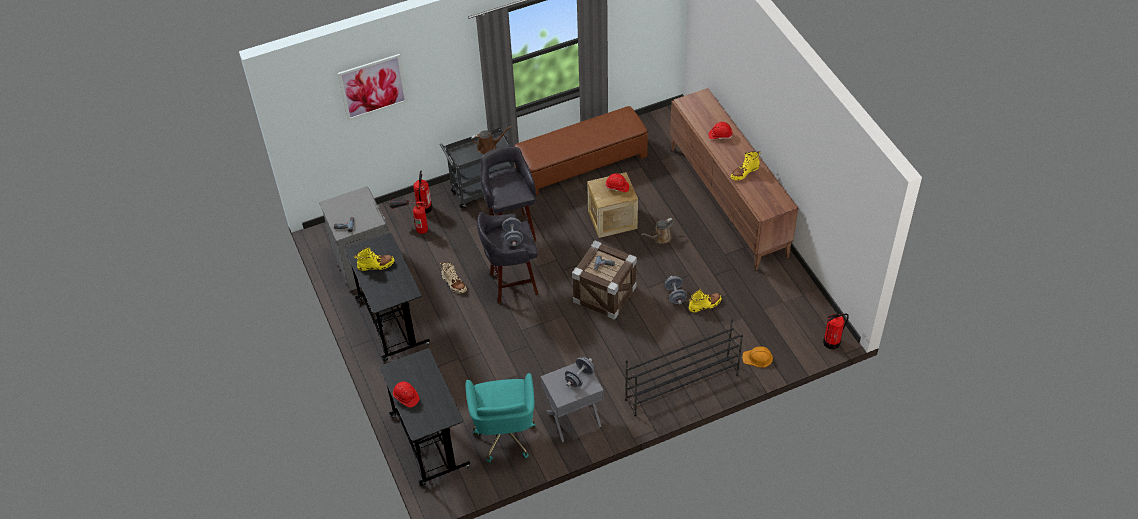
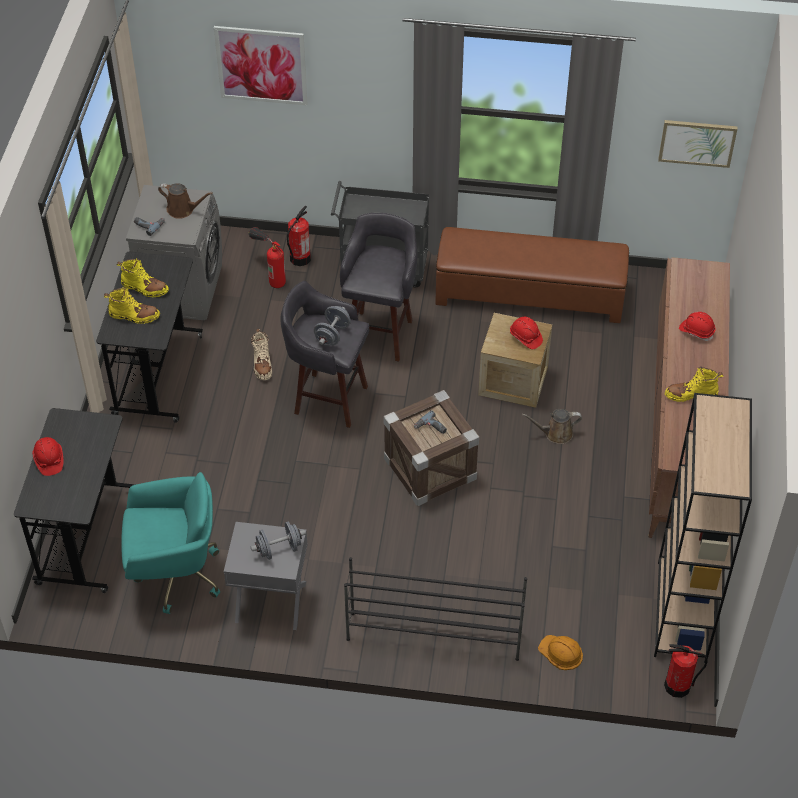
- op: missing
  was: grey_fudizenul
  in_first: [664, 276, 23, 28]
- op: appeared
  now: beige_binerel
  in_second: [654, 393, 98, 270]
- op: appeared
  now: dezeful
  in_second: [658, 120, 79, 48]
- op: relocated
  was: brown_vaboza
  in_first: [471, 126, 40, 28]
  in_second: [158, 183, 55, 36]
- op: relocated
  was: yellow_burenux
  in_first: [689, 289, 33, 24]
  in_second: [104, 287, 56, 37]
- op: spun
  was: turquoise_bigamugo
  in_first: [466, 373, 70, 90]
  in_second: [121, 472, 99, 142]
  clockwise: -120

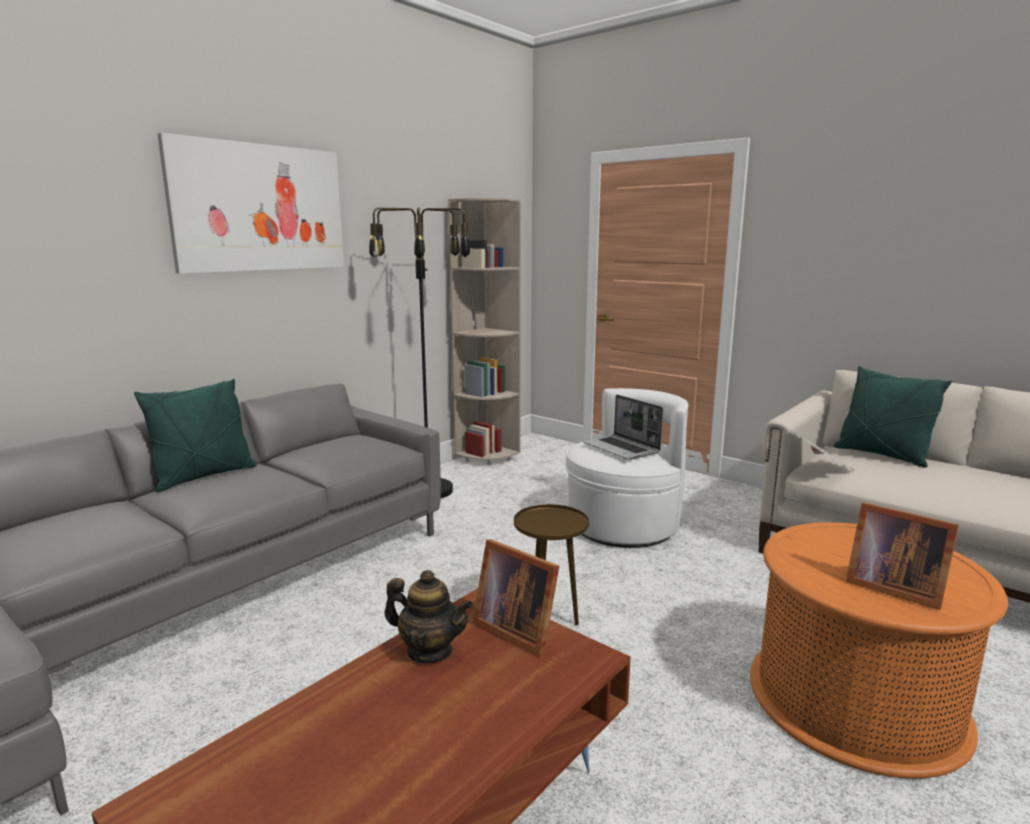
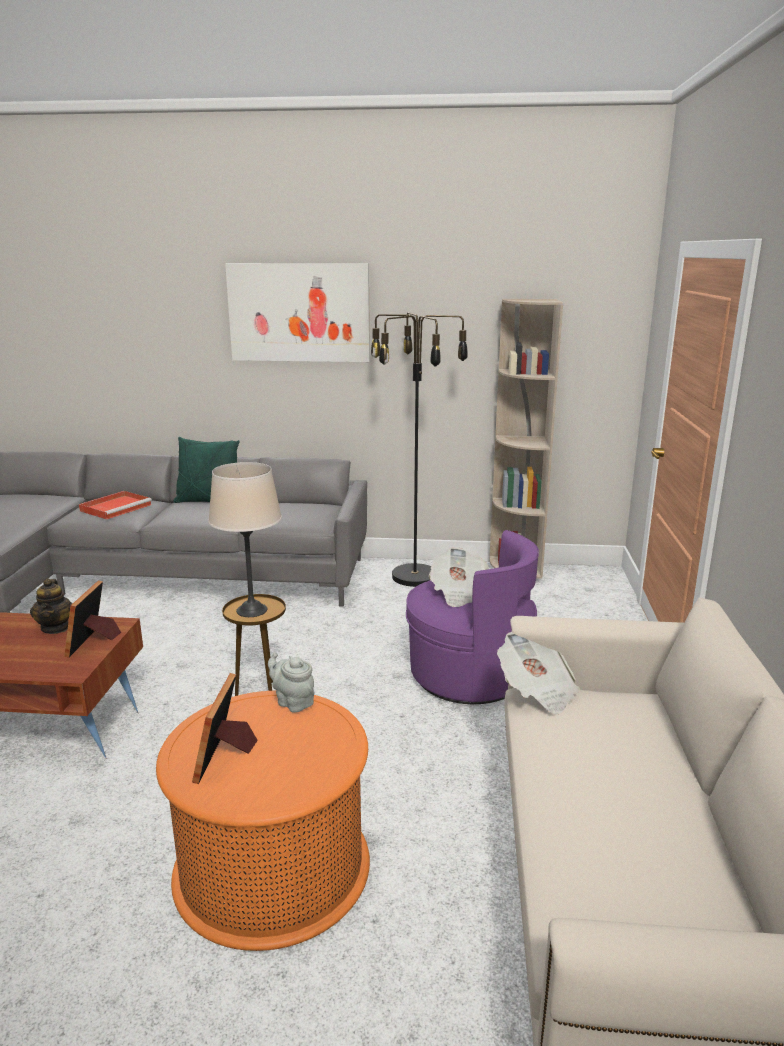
- op: missing
  was: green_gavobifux
  in_first: [834, 366, 118, 102]
- op: appeared
  now: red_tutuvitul
  in_second: [79, 491, 73, 28]
- op: appeared
  now: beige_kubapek
  in_second: [208, 462, 74, 155]
- op: appeared
  now: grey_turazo
  in_second: [268, 652, 47, 61]
- op: exchanged
  was: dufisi
  now: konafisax
  in_first: [583, 395, 80, 65]
  in_second: [429, 547, 60, 60]
- op: colour
  was: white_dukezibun
  now: purple_dukezibun
  in_first: [565, 388, 124, 160]
  in_second: [406, 530, 133, 174]

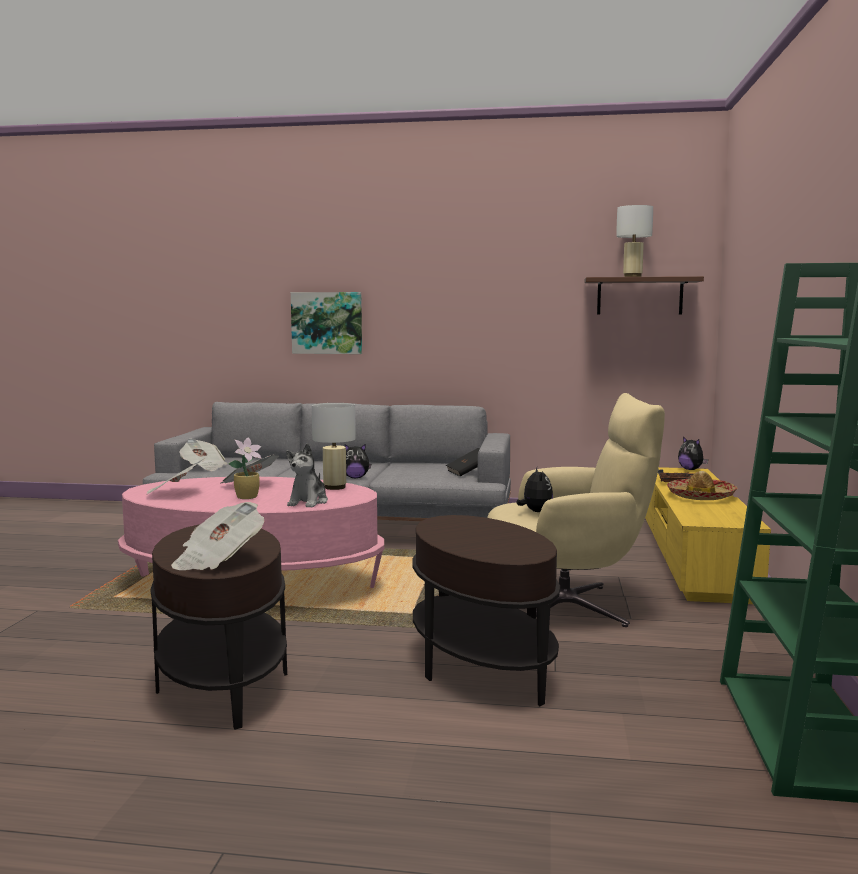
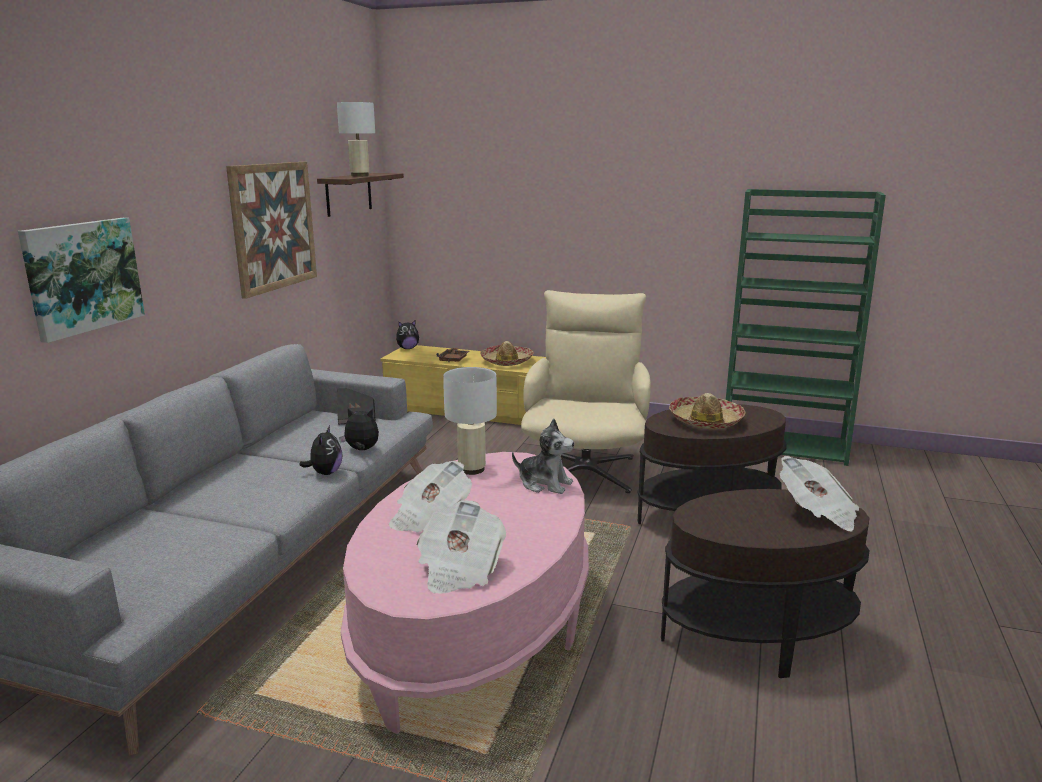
- op: missing
  was: konafisax
  in_first: [179, 438, 48, 33]
- op: missing
  was: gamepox
  in_first: [228, 437, 34, 62]
- op: appeared
  now: dezeful
  in_second: [226, 162, 91, 137]
- op: appeared
  now: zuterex
  in_second: [669, 393, 77, 36]
- op: relocated
  was: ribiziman
  in_first: [517, 468, 36, 44]
  in_second: [339, 408, 40, 42]

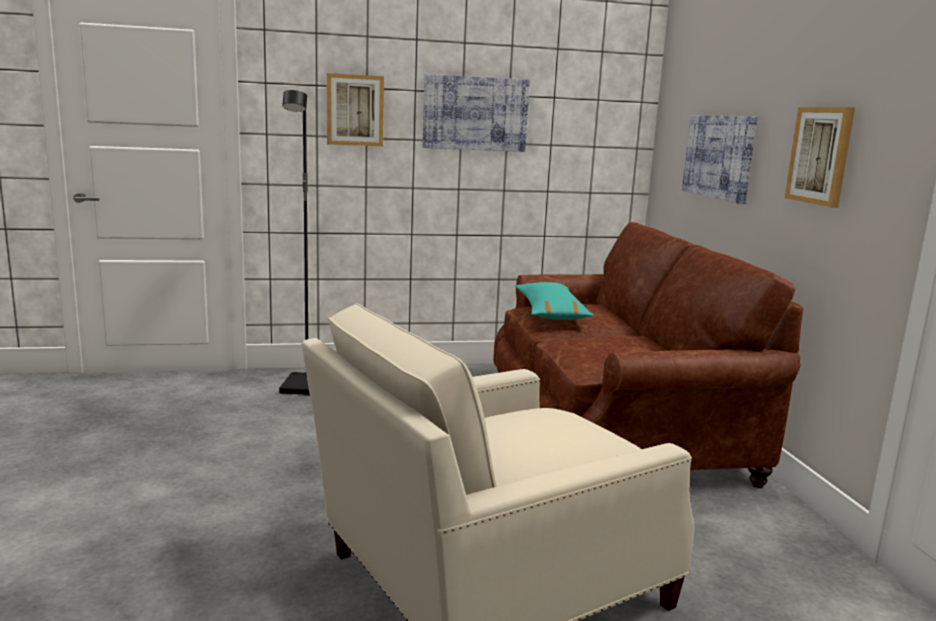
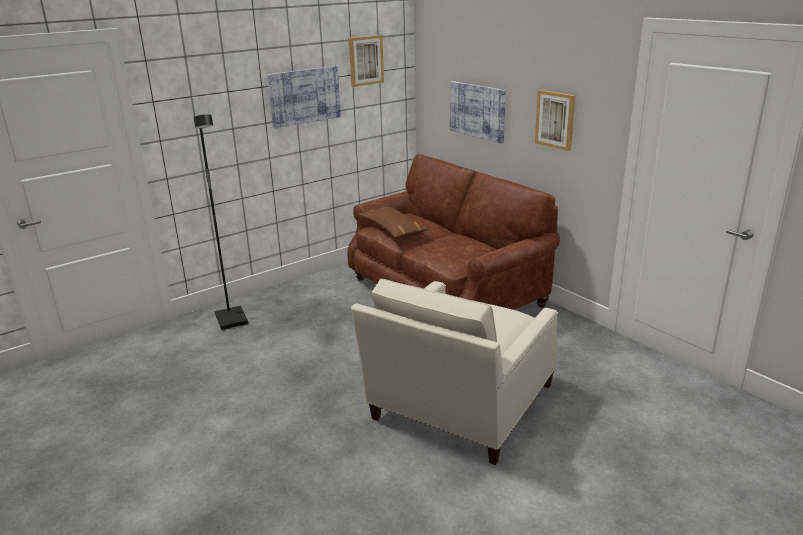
- op: relocated
  was: dezeful
  in_first: [327, 73, 57, 73]
  in_second: [349, 35, 35, 52]
- op: colour
  was: turquoise_gavobifux
  now: brown_gavobifux
  in_first: [515, 282, 78, 38]
  in_second: [359, 207, 70, 31]

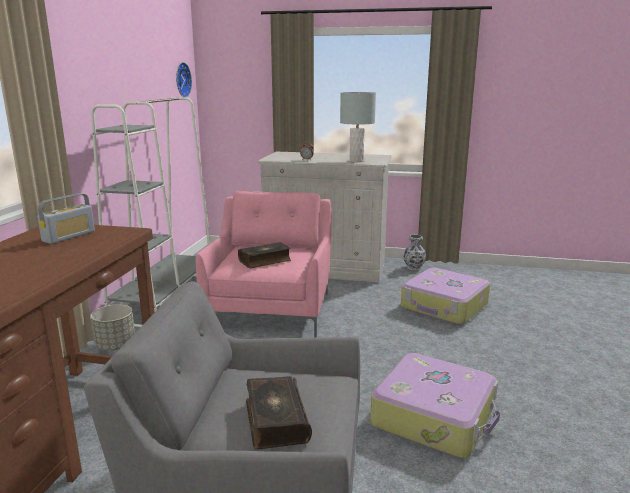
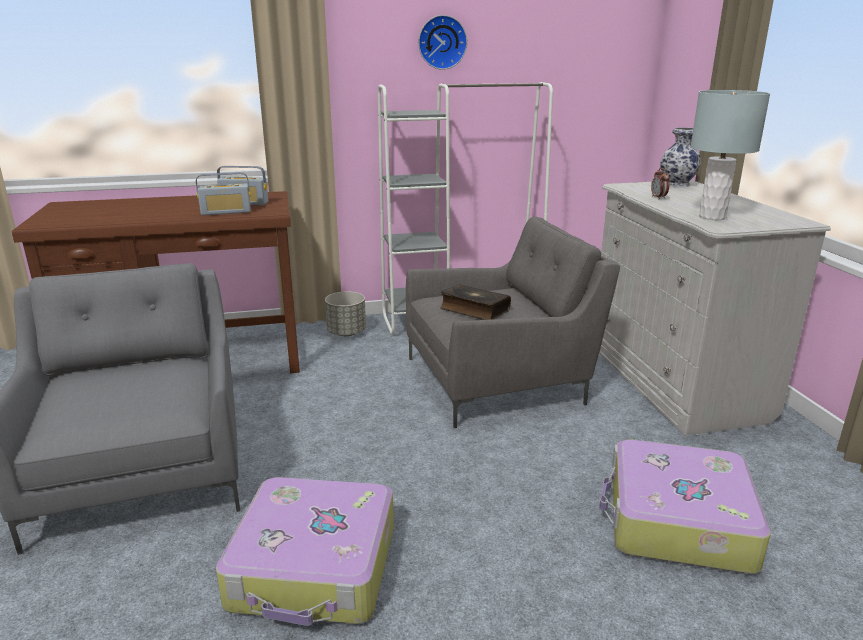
- op: missing
  was: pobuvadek
  in_first: [246, 376, 66, 73]
- op: appeared
  now: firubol
  in_second: [196, 172, 55, 43]
- op: relocated
  was: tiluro
  in_first: [176, 62, 16, 35]
  in_second: [418, 15, 49, 55]
- op: relocated
  was: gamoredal
  in_first: [403, 235, 23, 36]
  in_second: [660, 127, 41, 60]
- op: colour
  was: pink_dukezibun
  now: grey_dukezibun
  in_first: [196, 191, 136, 146]
  in_second: [406, 216, 214, 212]

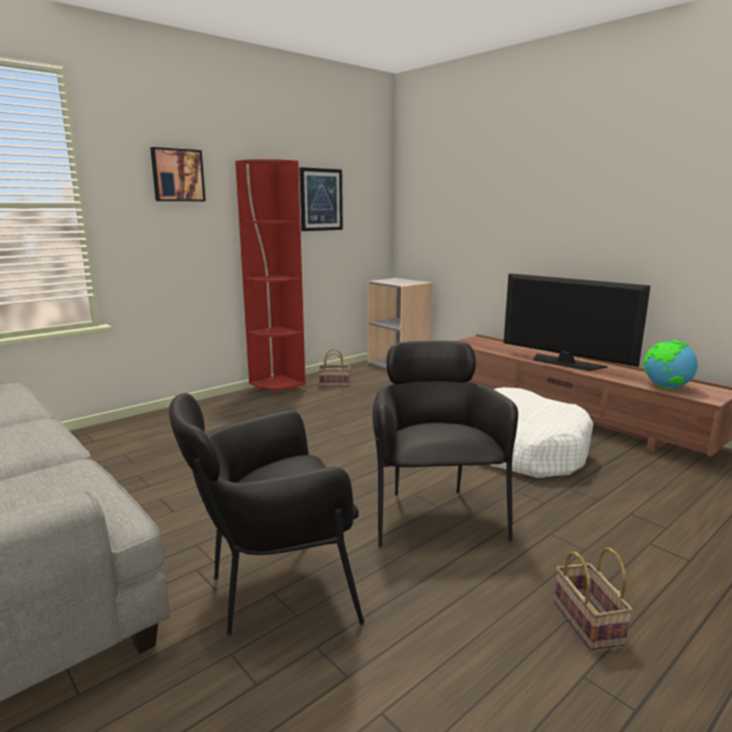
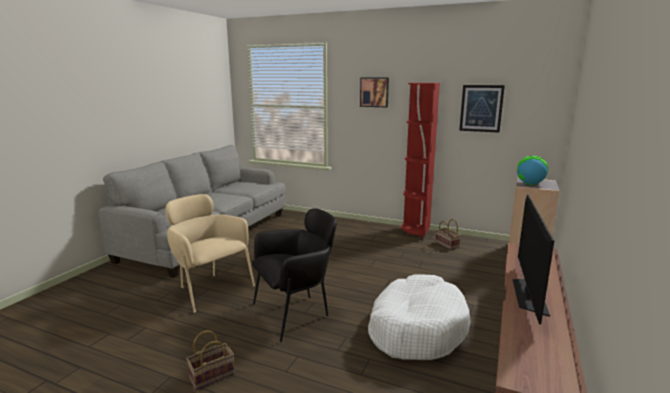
- op: relocated
  was: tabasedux
  in_first: [643, 340, 55, 49]
  in_second: [517, 156, 32, 29]
- op: colour
  was: black_dukezibun
  now: beige_dukezibun
  in_first: [169, 393, 196, 242]
  in_second: [166, 194, 89, 119]

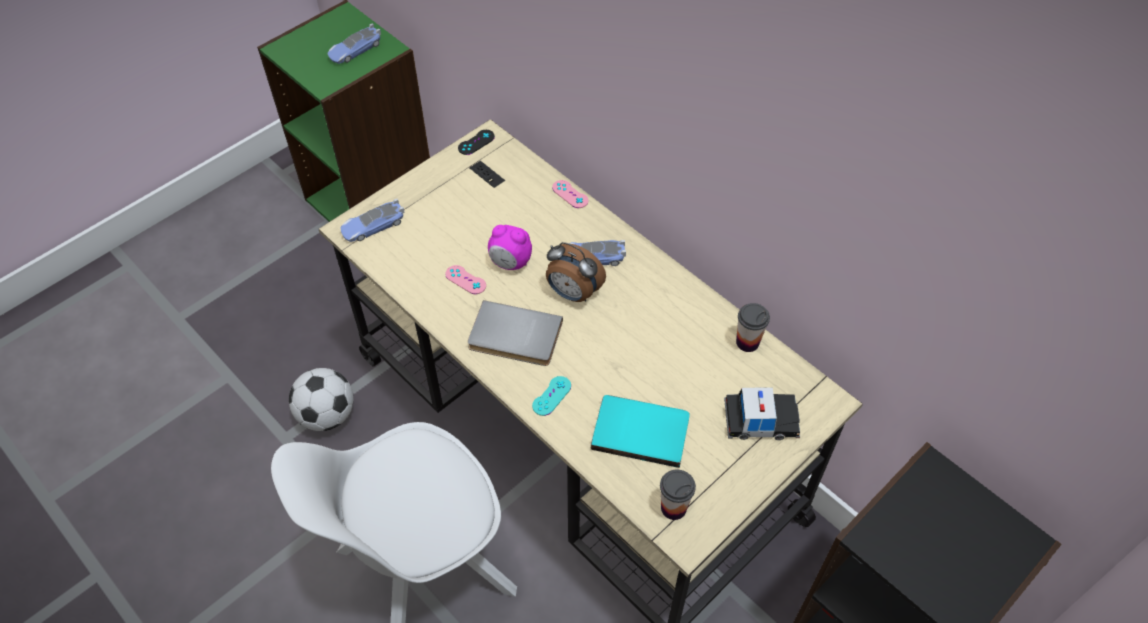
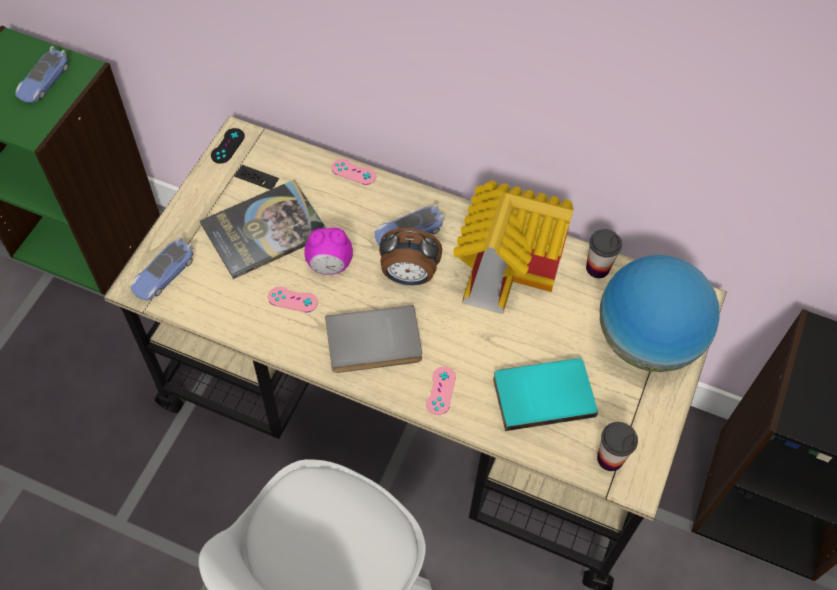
- op: missing
  was: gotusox
  in_first: [289, 368, 65, 63]
- op: appeared
  now: pobuvadek
  in_second: [200, 180, 126, 99]
- op: appeared
  now: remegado
  in_second: [453, 180, 121, 134]
- op: exchanged
  was: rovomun
  now: tabasedux
  in_first: [724, 387, 76, 53]
  in_second: [600, 255, 120, 117]
- op: colour
  was: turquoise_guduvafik
  now: pink_guduvafik
  in_first: [532, 376, 39, 40]
  in_second: [426, 366, 30, 49]

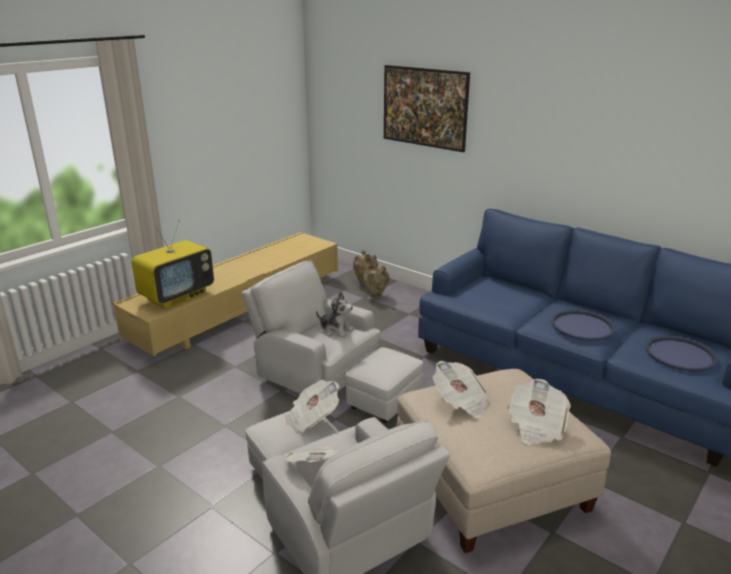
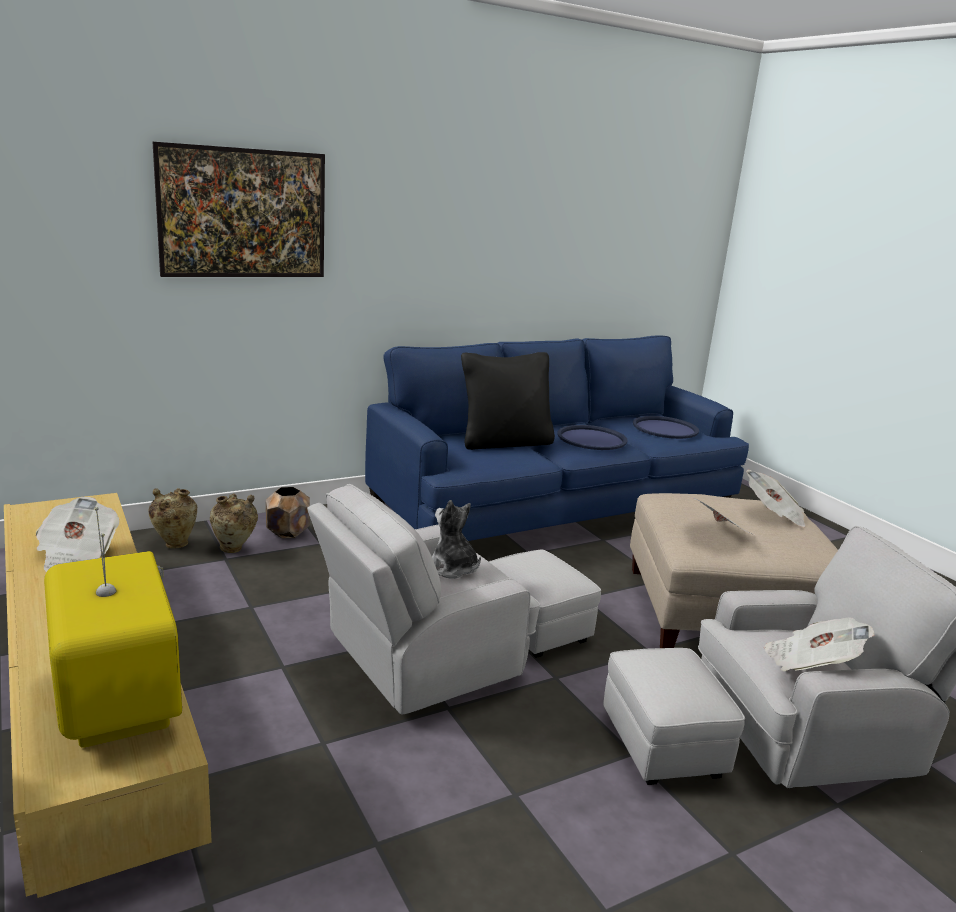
- op: appeared
  now: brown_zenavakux
  in_second: [266, 487, 44, 52]
- op: appeared
  now: black_gavobifux
  in_second: [461, 352, 94, 98]
- op: relocated
  was: konafisax
  in_first: [282, 380, 58, 52]
  in_second: [35, 497, 85, 75]
- op: spun
  was: ribiziman
  in_first: [316, 291, 38, 47]
  in_second: [432, 500, 49, 79]
  clockwise: -90

